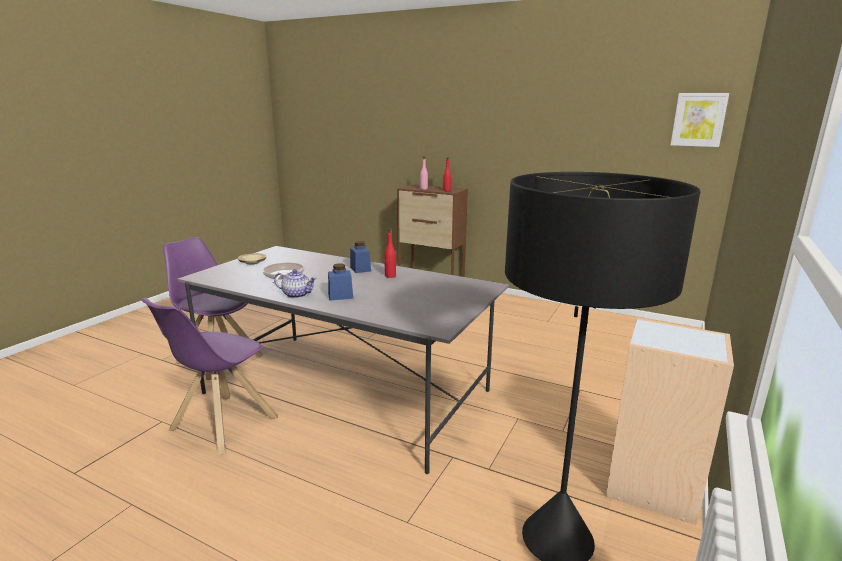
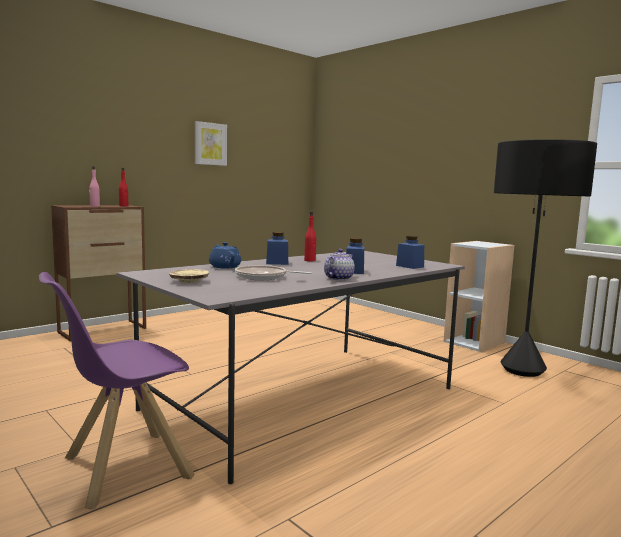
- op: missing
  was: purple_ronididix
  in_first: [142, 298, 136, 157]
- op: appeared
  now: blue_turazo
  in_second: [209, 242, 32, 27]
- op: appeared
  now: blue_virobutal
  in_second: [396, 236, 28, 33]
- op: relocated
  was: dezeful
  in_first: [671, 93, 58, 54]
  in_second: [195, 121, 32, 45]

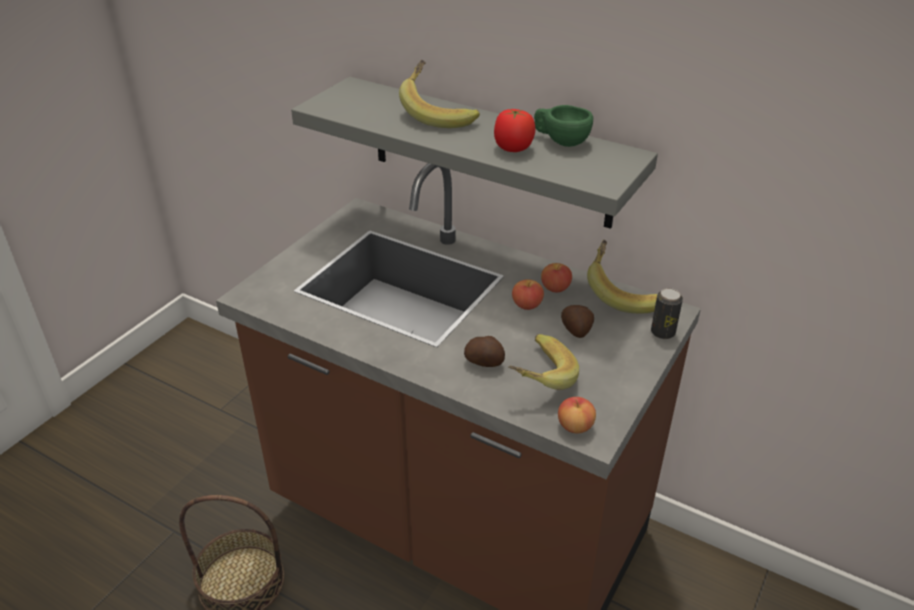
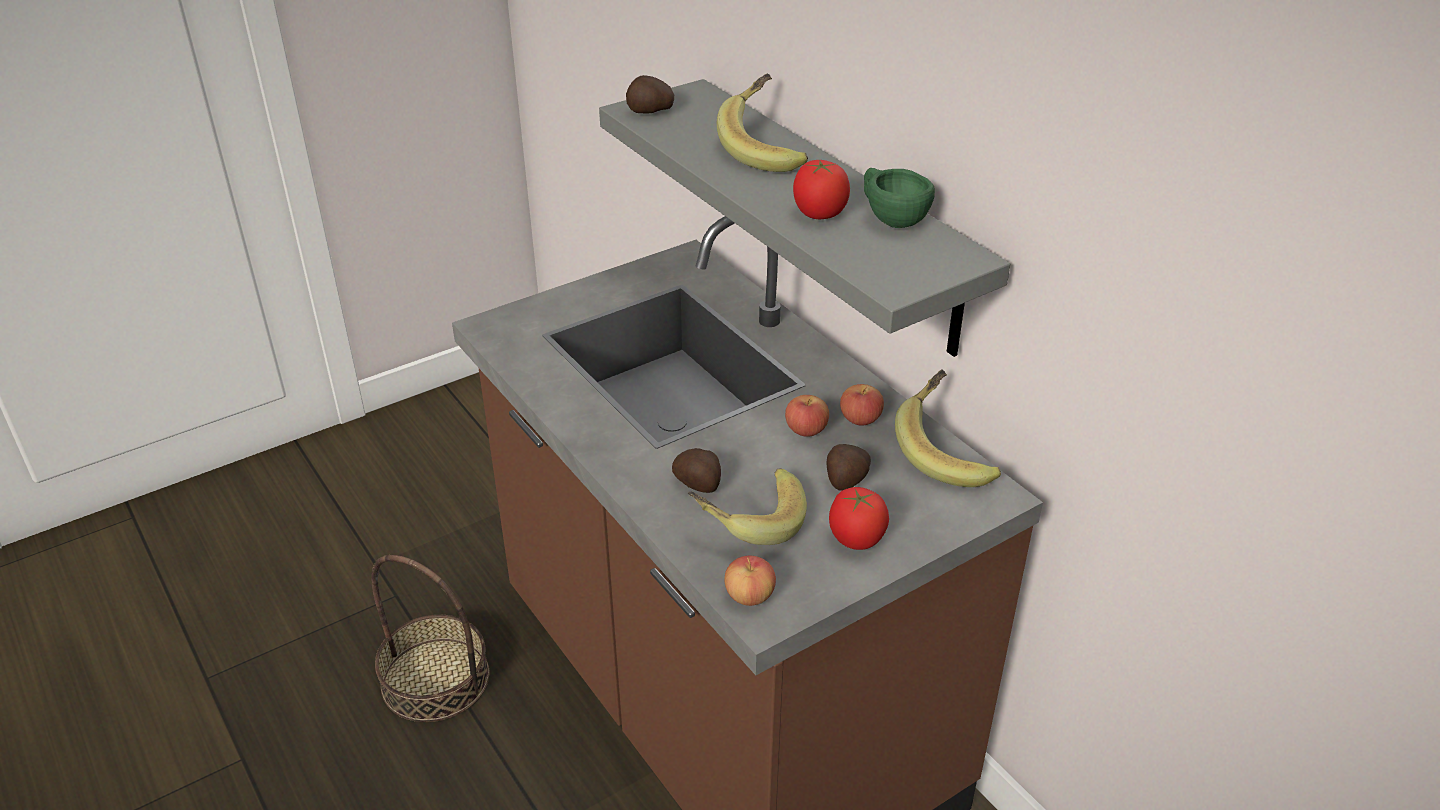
- op: missing
  was: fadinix
  in_first: [651, 288, 32, 51]
- op: appeared
  now: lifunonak
  in_second: [626, 75, 48, 39]
- op: appeared
  now: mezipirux
  in_second: [829, 487, 60, 63]

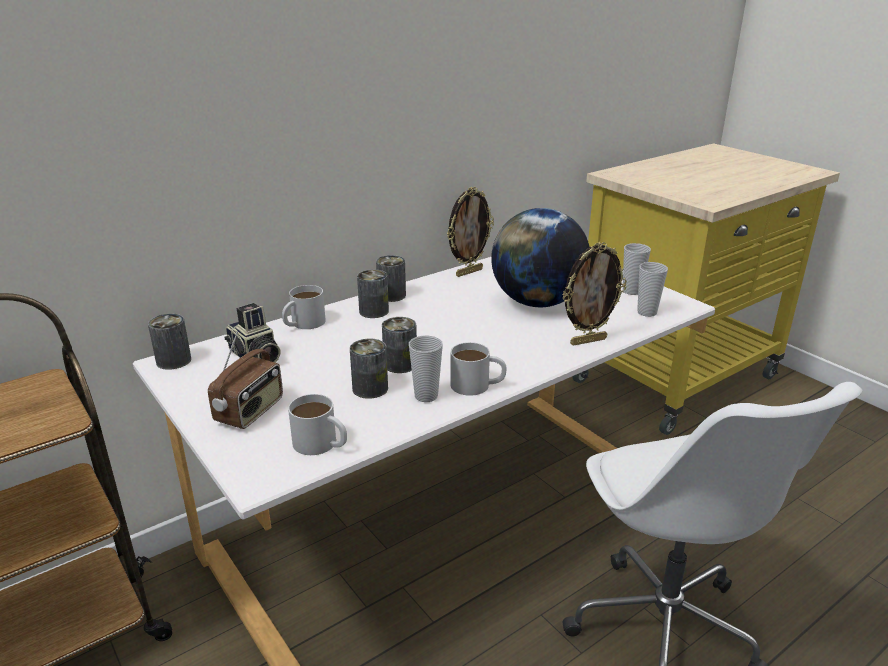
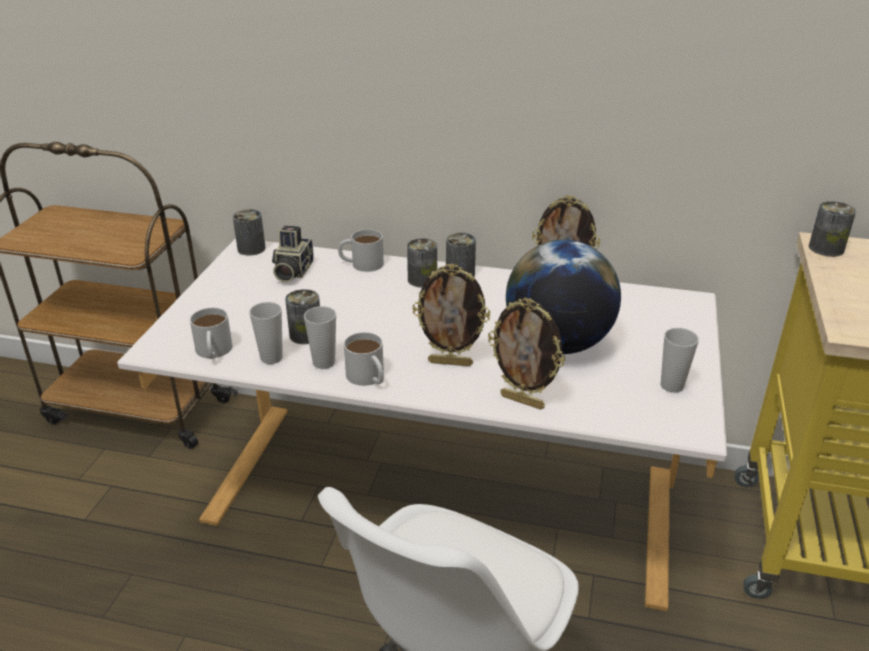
- op: missing
  was: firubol
  in_first: [208, 331, 75, 98]
- op: appeared
  now: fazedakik
  in_second: [413, 264, 77, 102]
- op: relocated
  was: fadinix
  in_first: [382, 317, 35, 56]
  in_second: [809, 201, 47, 56]
- op: relocated
  was: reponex
  in_first: [637, 262, 31, 55]
  in_second: [249, 302, 34, 62]

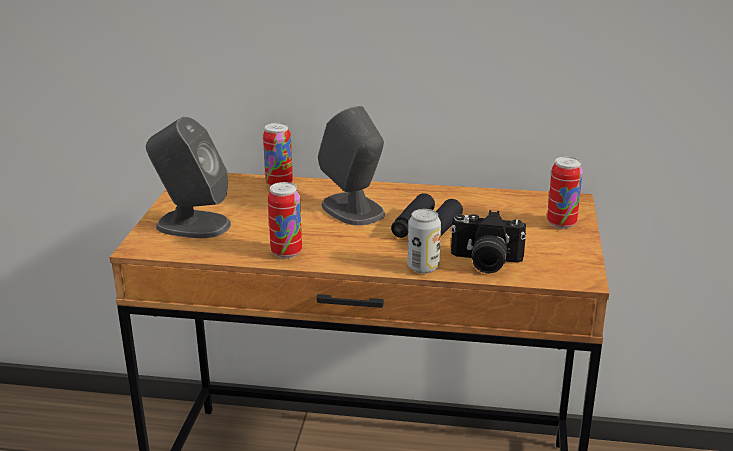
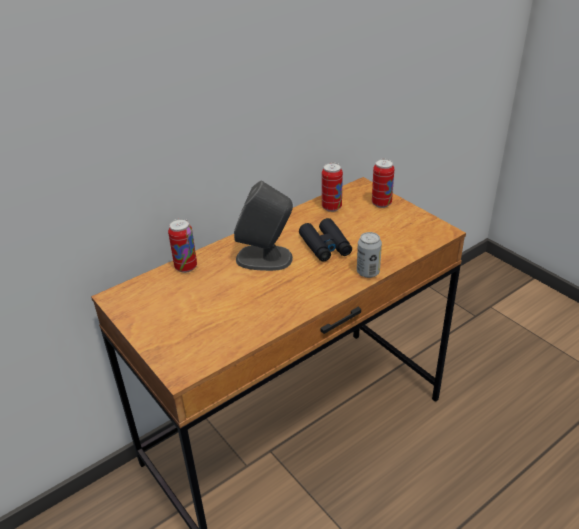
- op: missing
  was: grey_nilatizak
  in_first: [146, 117, 85, 121]
- op: missing
  was: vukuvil
  in_first: [450, 210, 76, 64]
- op: relocated
  was: fadinix
  in_first: [268, 182, 34, 77]
  in_second: [322, 162, 21, 50]

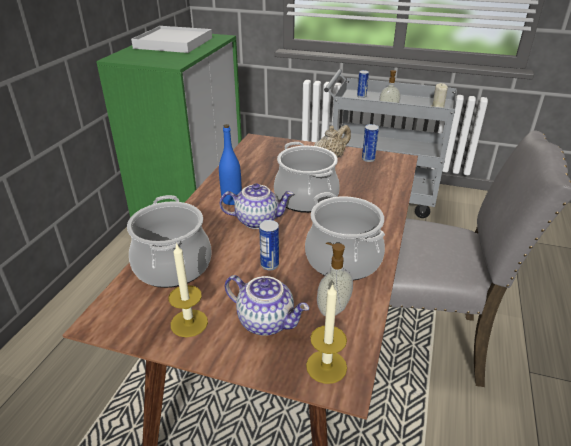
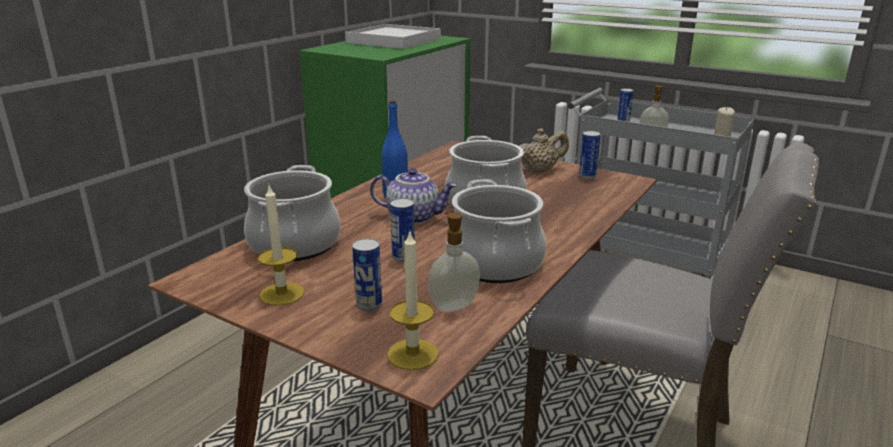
- op: exchanged
  was: turazo
  now: fadinix
  in_first: [225, 275, 84, 61]
  in_second: [352, 238, 30, 73]

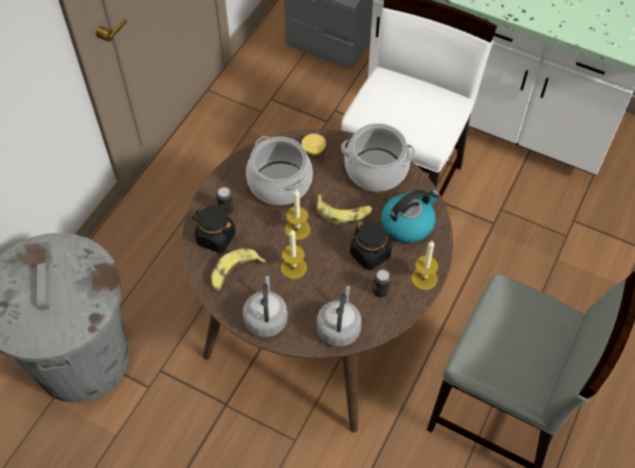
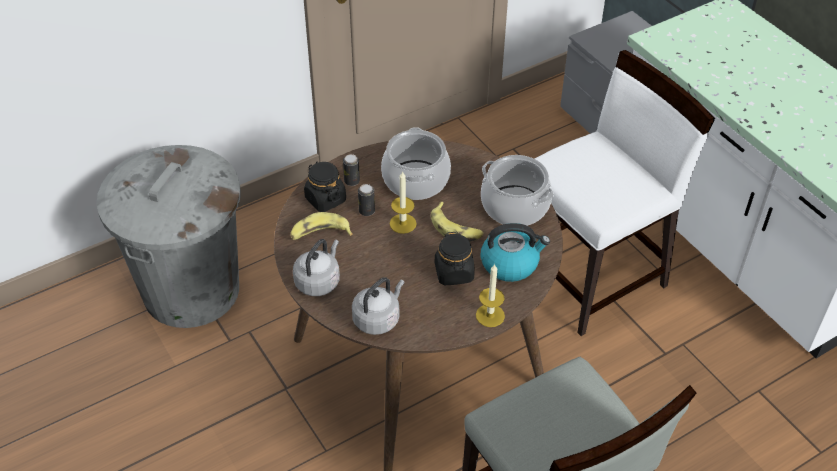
- op: missing
  was: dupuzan
  in_first: [281, 229, 26, 50]
- op: missing
  was: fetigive
  in_first: [302, 134, 24, 21]
- op: relocated
  was: fadinix
  in_first: [373, 269, 18, 29]
  in_second: [358, 184, 17, 32]

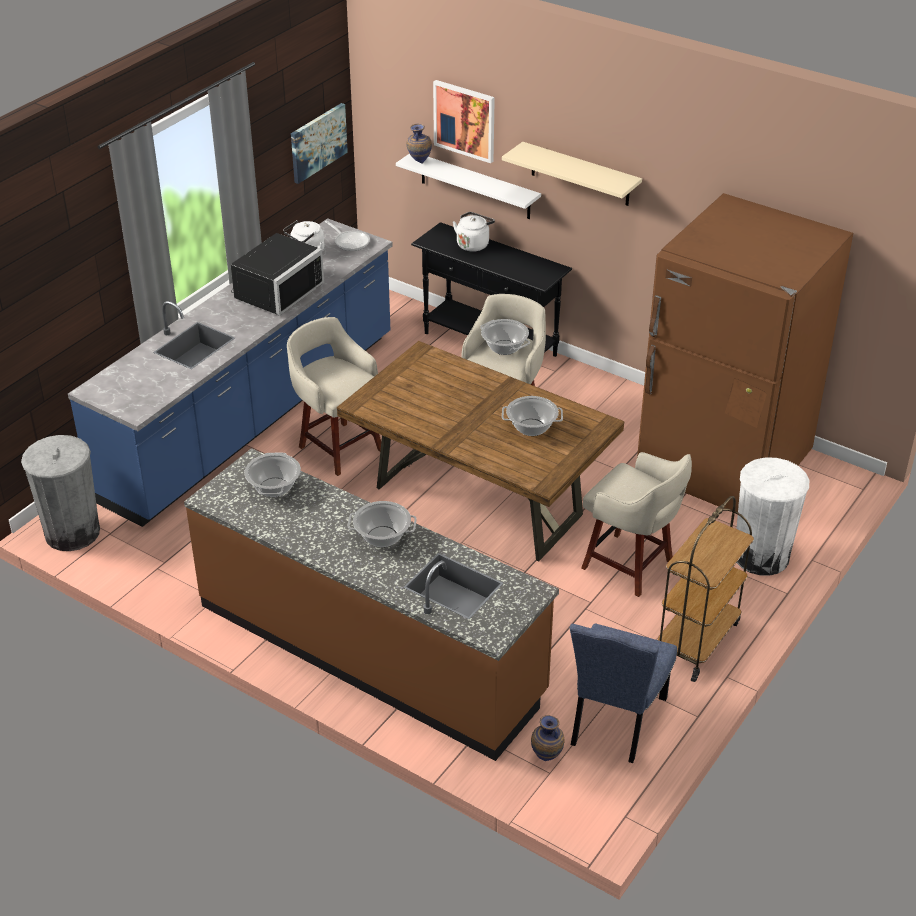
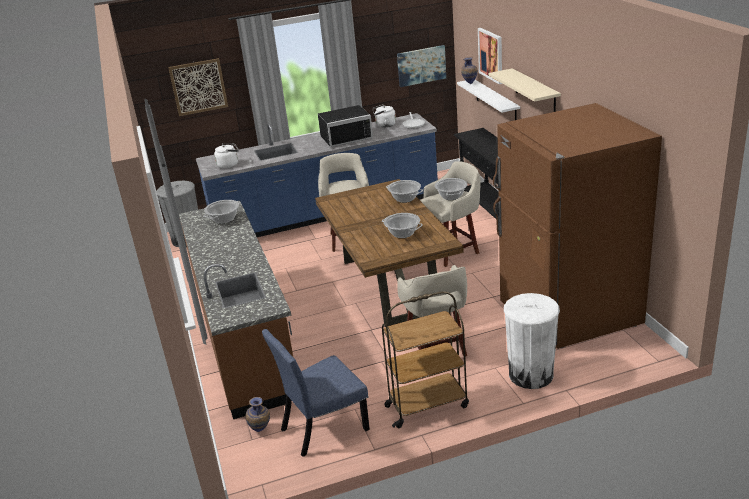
- op: appeared
  now: dezeful
  in_second: [168, 58, 60, 58]
- op: relocated
  was: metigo
  in_first: [347, 501, 70, 46]
  in_second: [386, 180, 37, 23]
- op: relocated
  was: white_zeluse
  in_first: [453, 212, 42, 40]
  in_second: [214, 143, 25, 25]

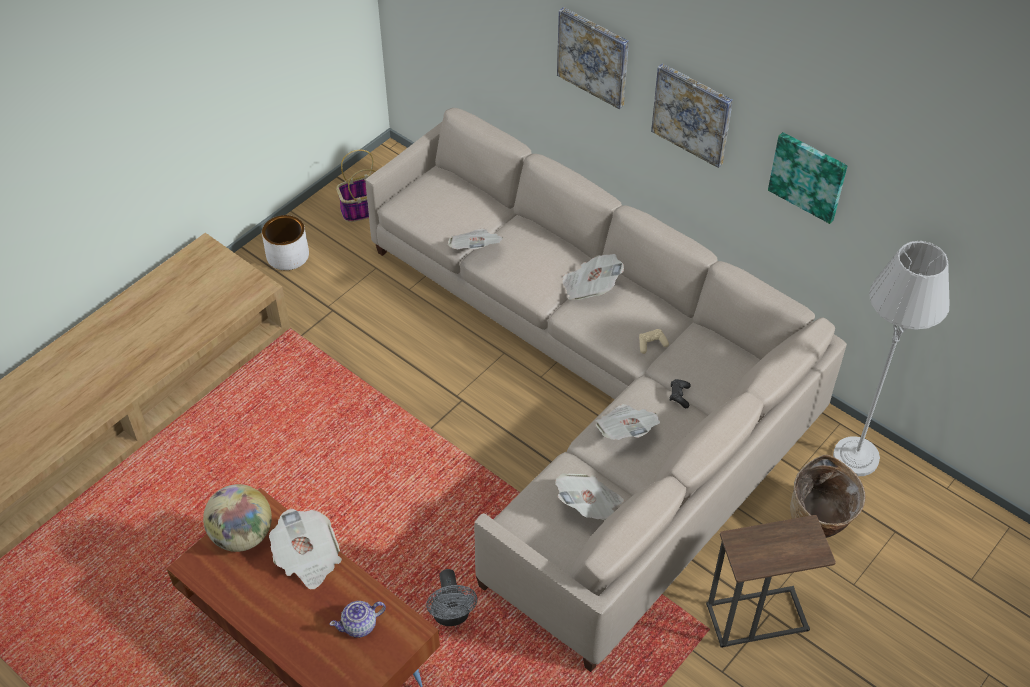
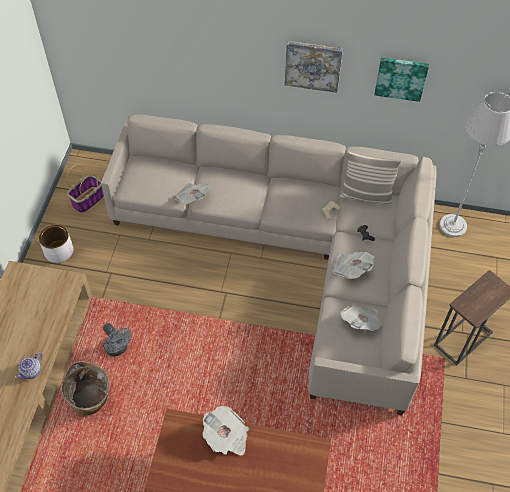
- op: missing
  was: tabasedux
  in_first: [203, 484, 69, 68]
- op: missing
  was: dezeful
  in_first: [557, 7, 72, 102]
- op: missing
  was: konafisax
  in_first: [562, 254, 62, 46]
- op: appeared
  now: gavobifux
  in_second: [339, 151, 63, 54]
- op: relocated
  was: turazo
  in_first: [329, 601, 57, 37]
  in_second: [15, 352, 27, 27]
- op: relocated
  was: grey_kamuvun
  in_first: [426, 569, 51, 57]
  in_second: [103, 323, 29, 34]
- op: relocated
  was: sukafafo
  in_first: [790, 455, 76, 83]
  in_second: [61, 361, 49, 54]

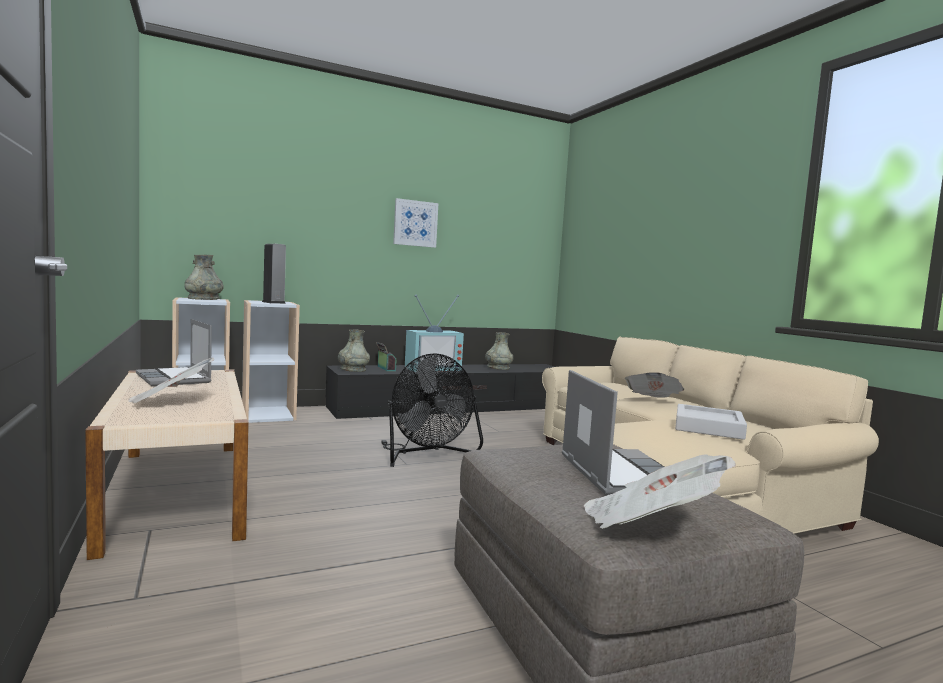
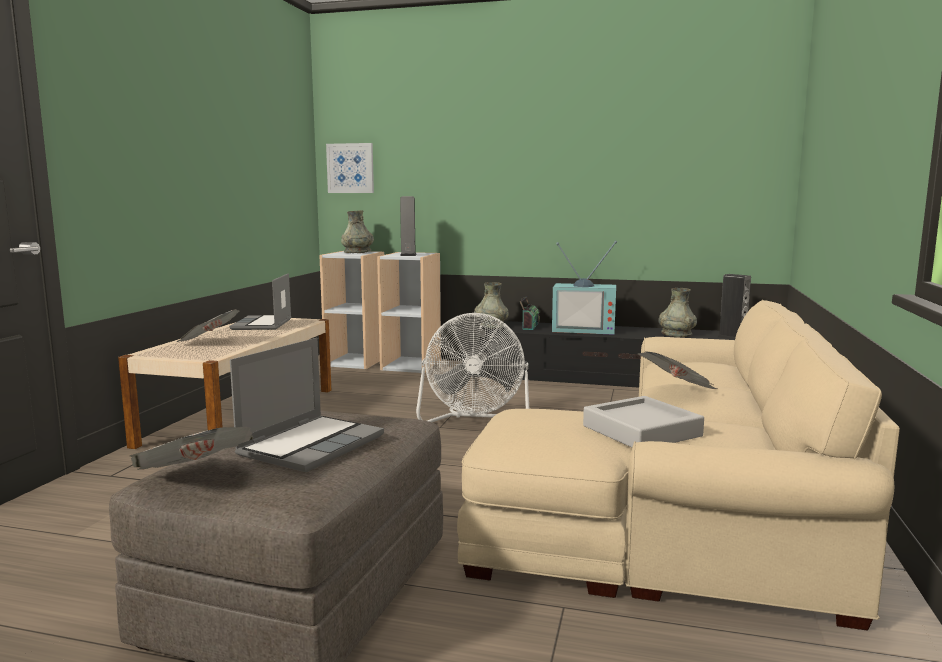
- op: appeared
  now: nilatizak
  in_second: [718, 274, 33, 66]
- op: relocated
  was: dezeful
  in_first: [393, 198, 46, 50]
  in_second: [326, 143, 48, 50]
- op: colour
  was: black_kamuvun
  now: white_kamuvun
  in_first: [381, 354, 102, 113]
  in_second: [416, 313, 114, 109]

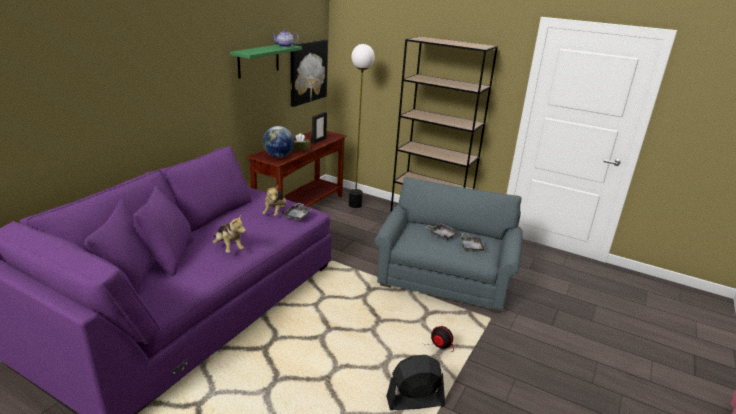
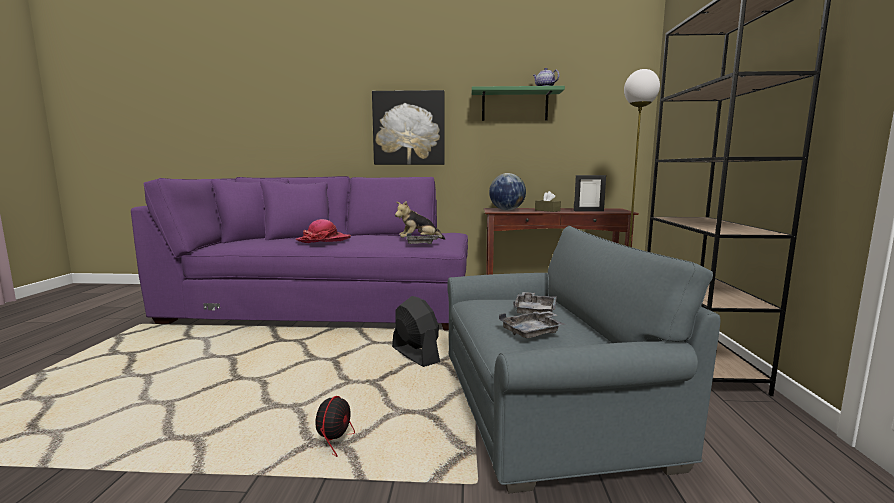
- op: relocated
  was: dezeful
  in_first: [290, 40, 38, 67]
  in_second: [372, 90, 73, 75]
- op: relocated
  was: black_kamuvun
  in_first: [386, 355, 59, 55]
  in_second: [392, 296, 48, 71]
- op: exchanged
  was: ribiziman
  now: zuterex
  in_first: [213, 216, 33, 37]
  in_second: [295, 219, 56, 24]

